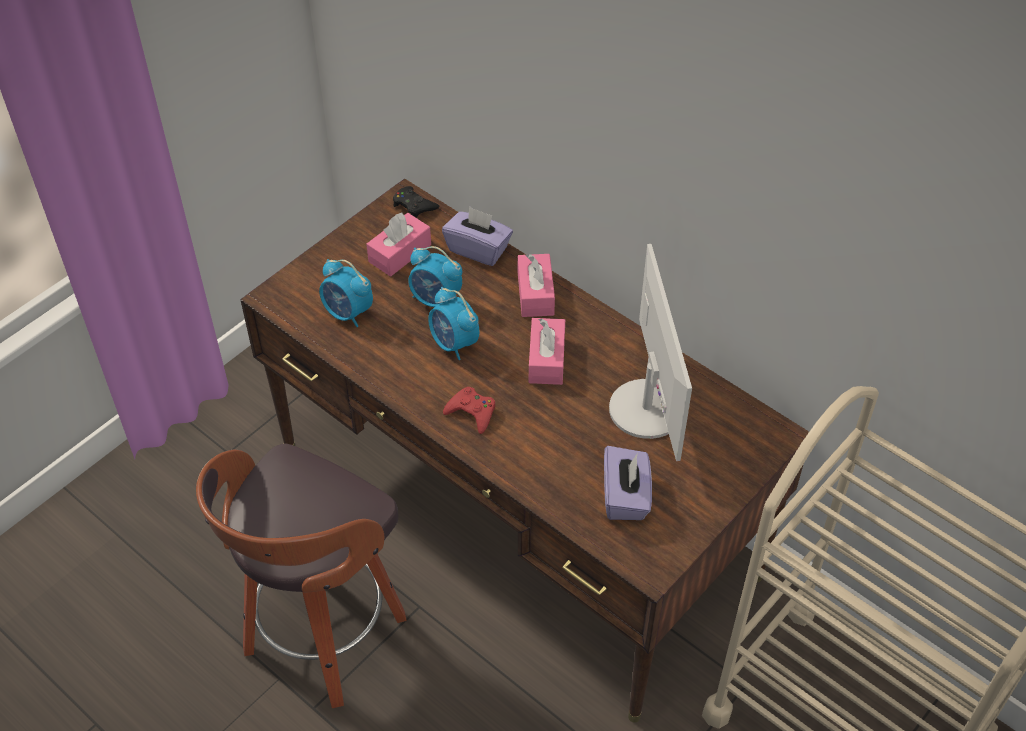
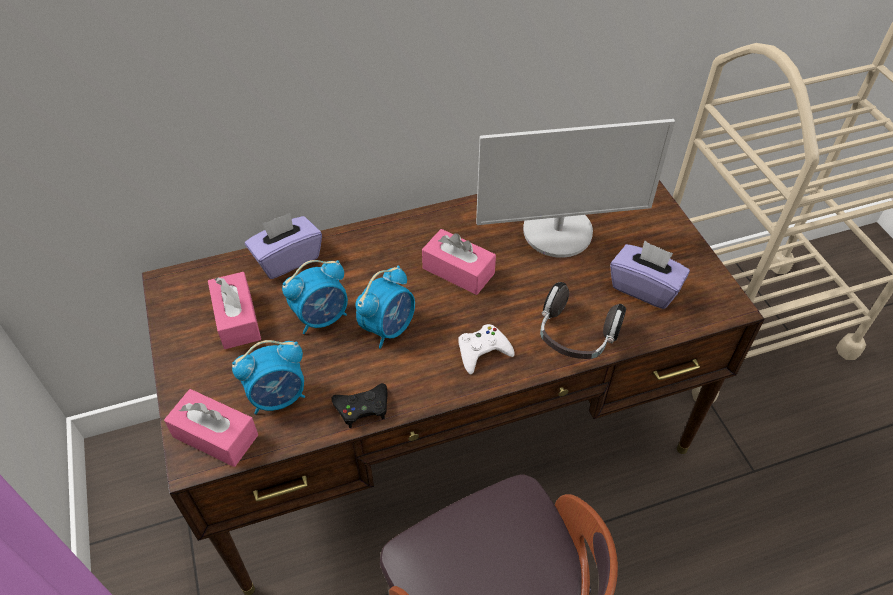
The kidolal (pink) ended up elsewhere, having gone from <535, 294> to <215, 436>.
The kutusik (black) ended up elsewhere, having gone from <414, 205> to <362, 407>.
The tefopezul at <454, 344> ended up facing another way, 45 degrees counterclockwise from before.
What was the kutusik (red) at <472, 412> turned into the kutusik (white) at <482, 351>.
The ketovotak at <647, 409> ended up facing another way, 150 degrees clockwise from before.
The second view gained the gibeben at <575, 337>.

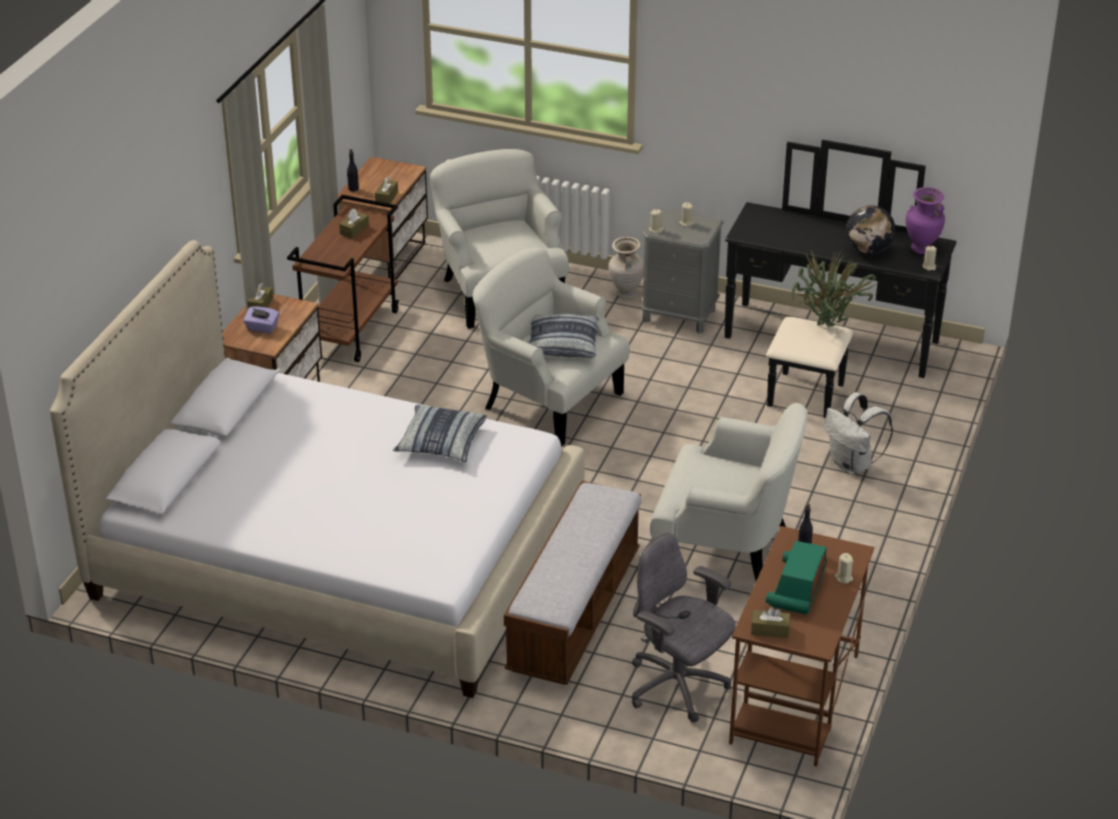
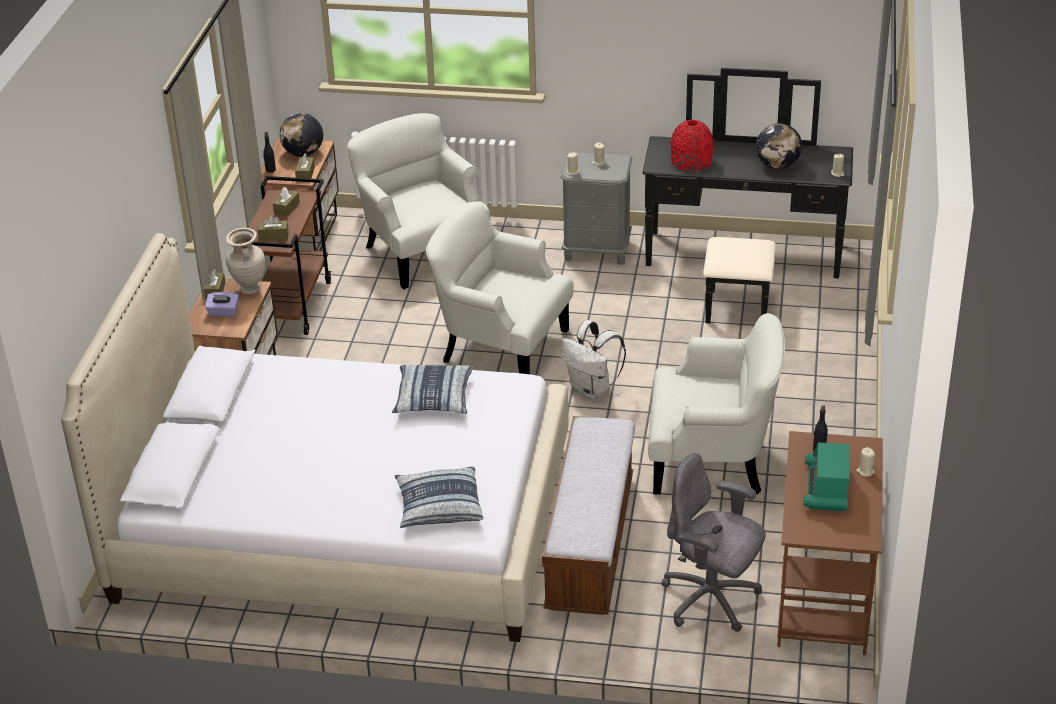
The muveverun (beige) ended up elsewhere, having gone from <625, 294> to <249, 289>.
The kidolal (brown) ended up elsewhere, having gone from <770, 630> to <273, 235>.
The second view gained the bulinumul at <303, 153>.
The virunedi ended up elsewhere, having gone from <561, 344> to <439, 506>.
The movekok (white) ended up elsewhere, having gone from <853, 465> to <592, 389>.
The second view gained the muveverun (red) at <691, 162>.
The second view lost the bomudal at <827, 329>.
The second view lost the muveverun (purple) at <921, 249>.

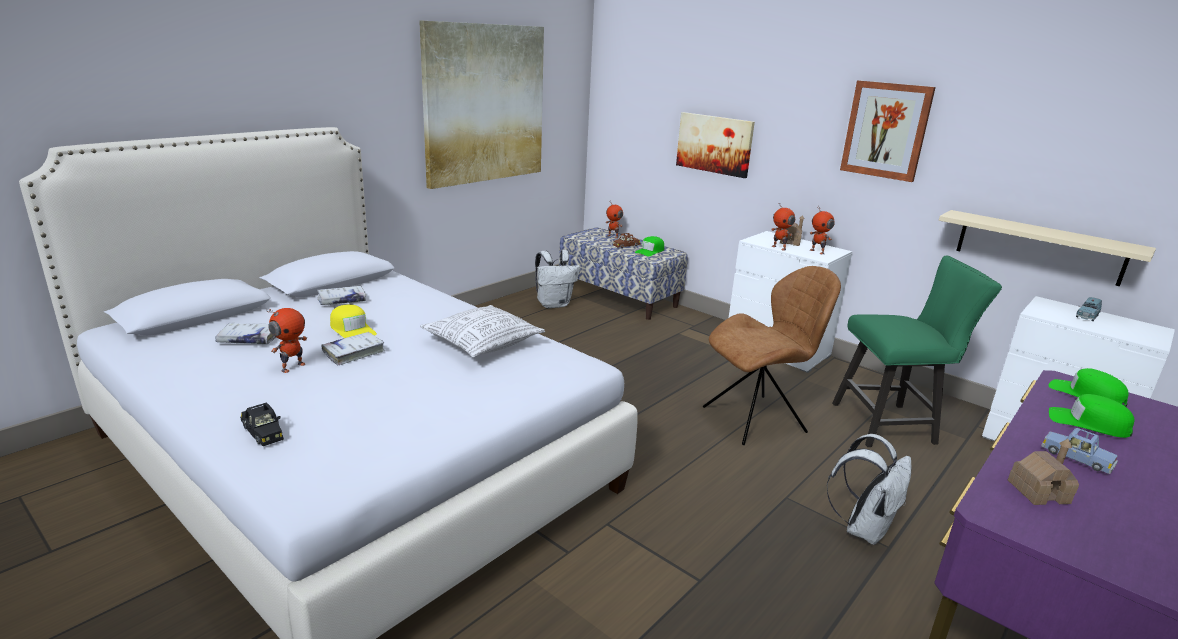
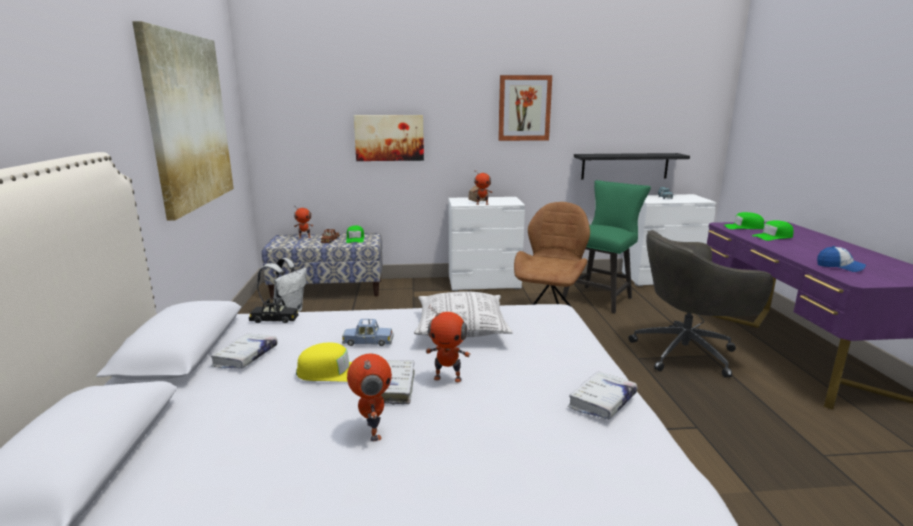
The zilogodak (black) ended up elsewhere, having gone from <263, 432> to <274, 319>.
The zilogodak (blue) ended up elsewhere, having gone from <1076, 458> to <368, 342>.
The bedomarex ended up elsewhere, having gone from <817, 252> to <448, 378>.
The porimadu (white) ended up elsewhere, having gone from <249, 339> to <602, 402>.
What was the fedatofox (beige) at <1039, 247> turned into the fedatofox (black) at <625, 166>.
Where the movekok (white) stood at <864, 528>, the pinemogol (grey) came to stand at <687, 353>.
Where the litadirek stood at <1038, 492>, the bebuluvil came to stand at <839, 267>.

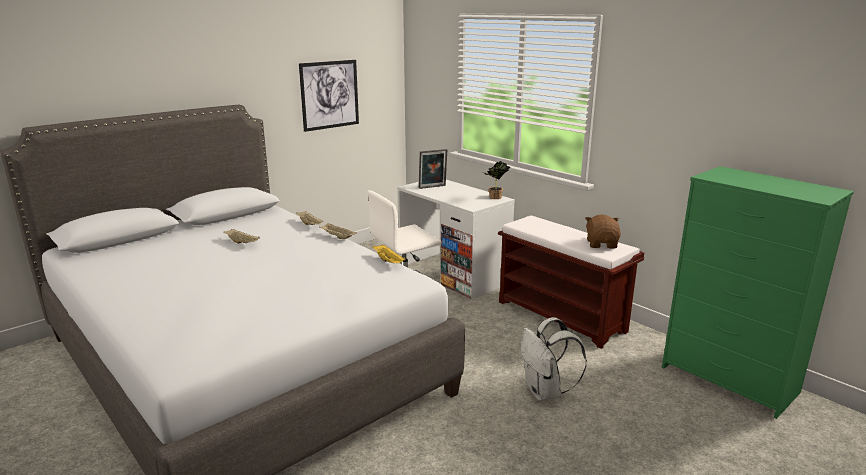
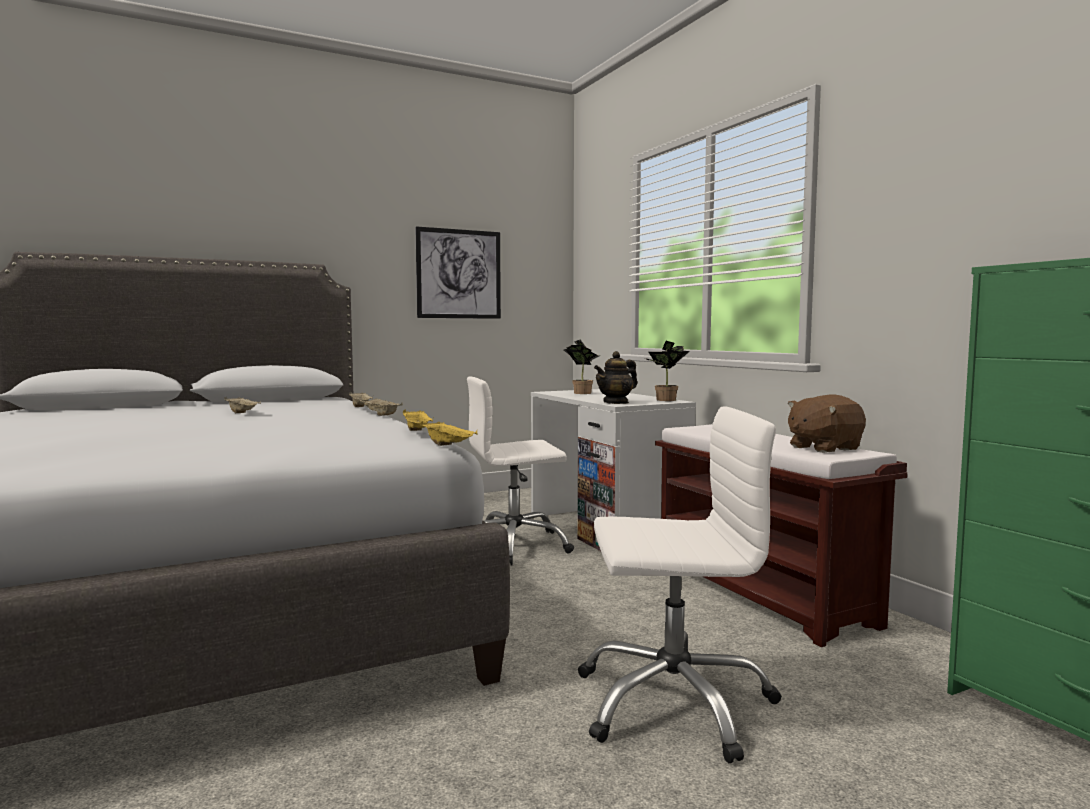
The second view gained the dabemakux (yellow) at <448, 446>.
Where the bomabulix stood at <432, 187>, the bomudal came to stand at <581, 393>.
Where the movekok (white) stood at <545, 392>, the pinemogol (white) came to stand at <673, 702>.
The second view gained the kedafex at <616, 402>.
The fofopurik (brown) at <602, 244> ended up facing another way, 135 degrees counterclockwise from before.

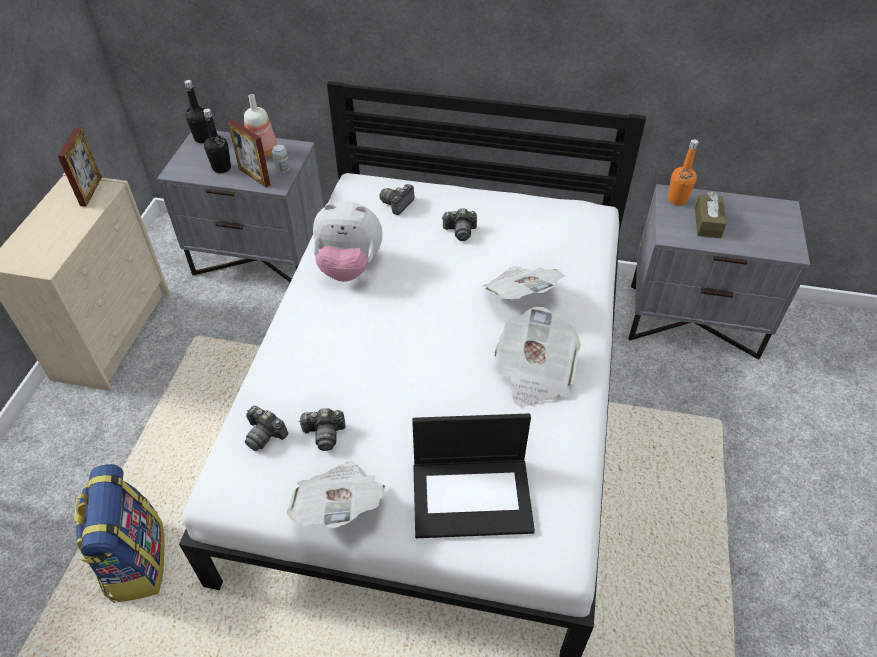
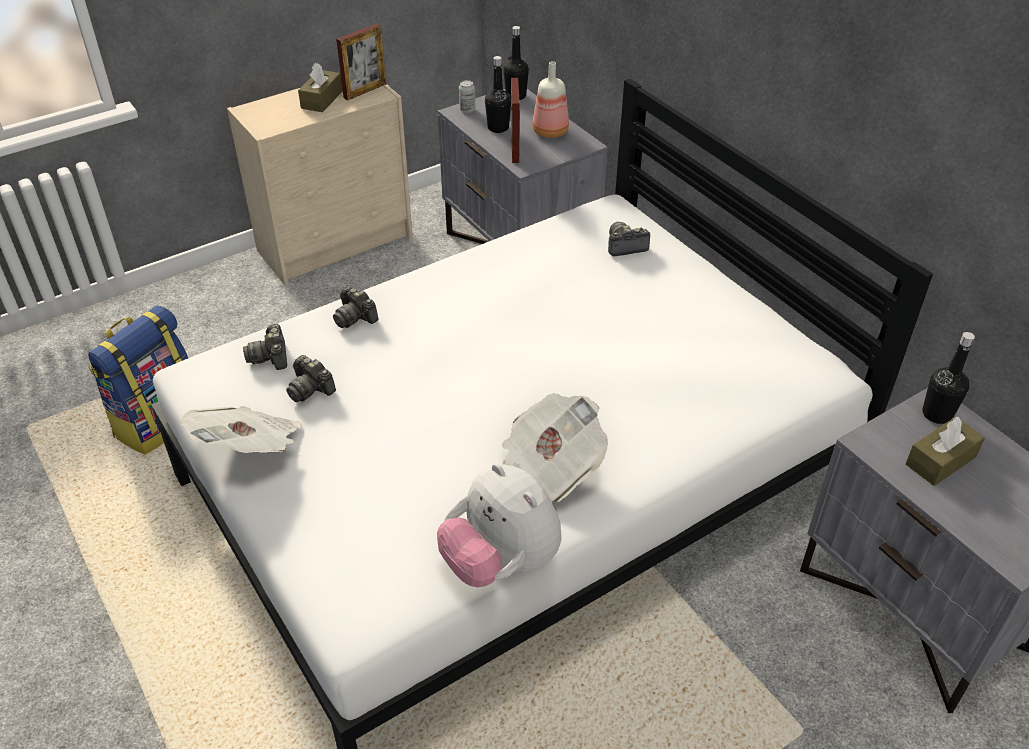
The second view gained the kidolal (brown) at <322, 100>.
The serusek ended up elsewhere, having gone from <460, 231> to <355, 317>.
The fofopurik ended up elsewhere, having gone from <349, 267> to <500, 562>.
The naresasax ended up elsewhere, having gone from <282, 169> to <467, 110>.
What was the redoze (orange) at <677, 199> turned into the redoze (black) at <937, 414>.
The second view lost the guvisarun at <473, 496>.
The second view lost the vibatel at <520, 295>.

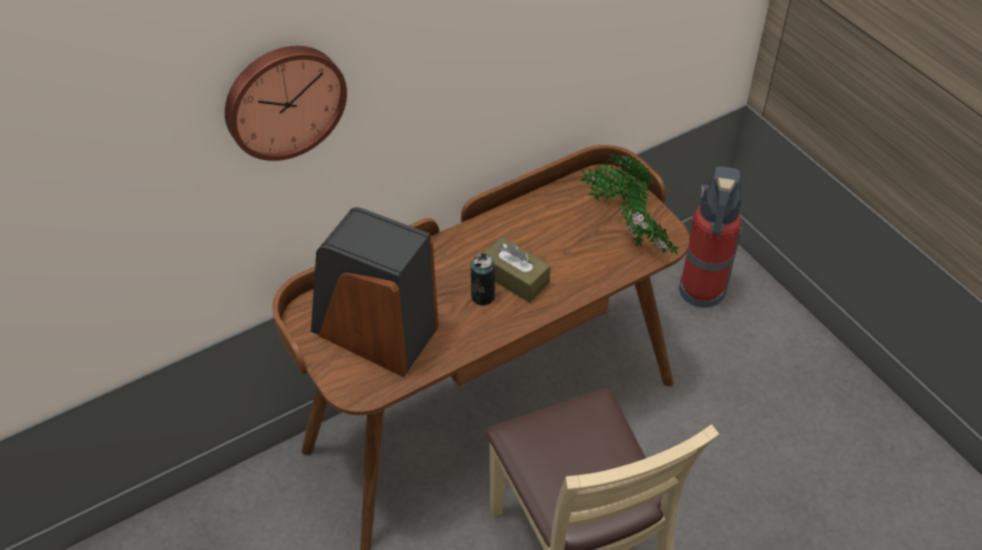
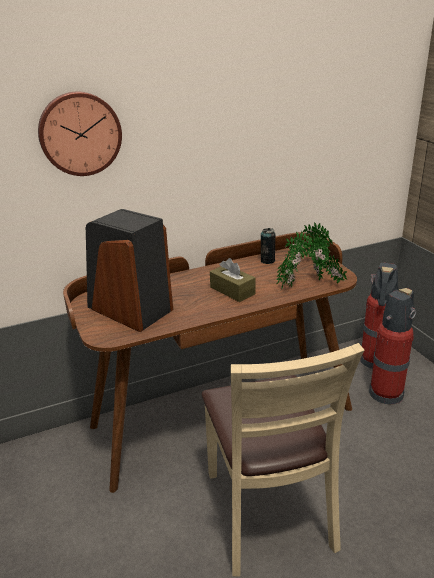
The naresasax ended up elsewhere, having gone from <483, 296> to <267, 261>.
The second view gained the bomudal at <289, 285>.
The second view gained the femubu at <387, 392>.

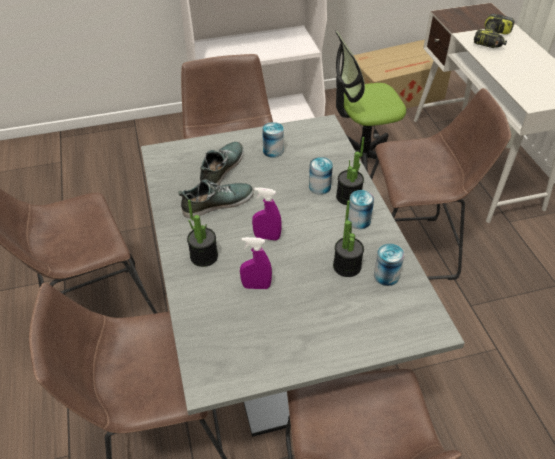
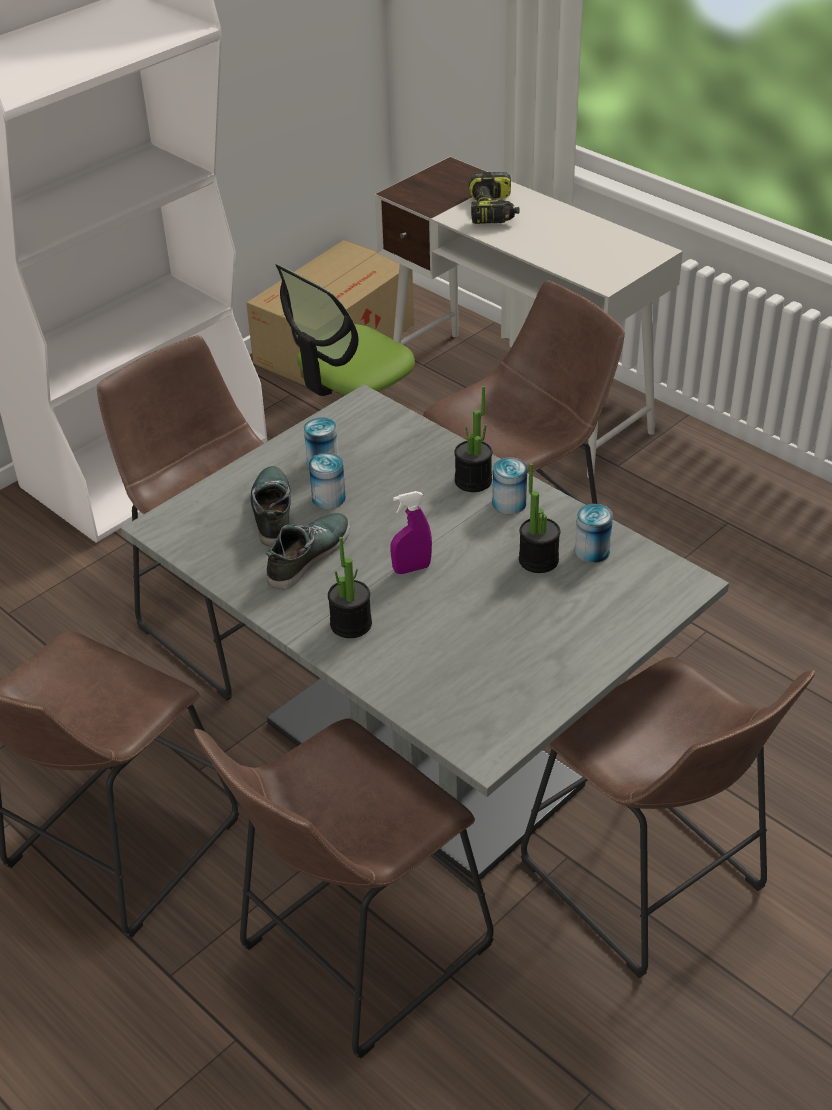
The naresasax ended up elsewhere, having gone from <319, 187> to <328, 498>.
The second view lost the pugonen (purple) at <256, 286>.

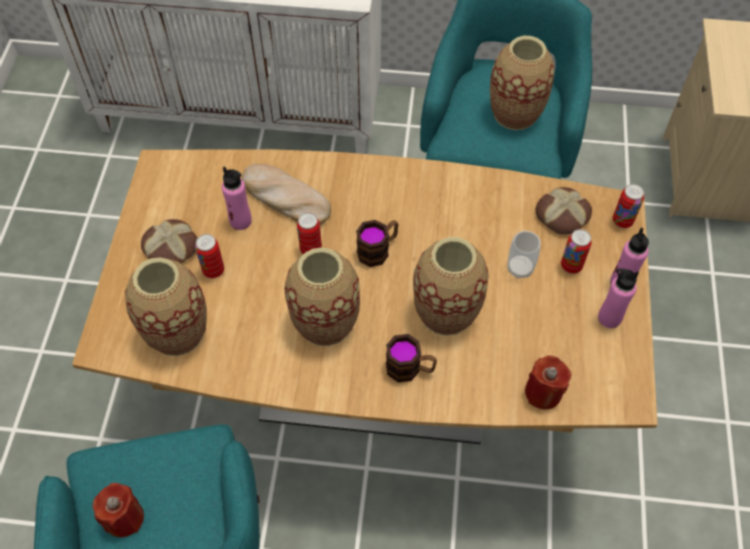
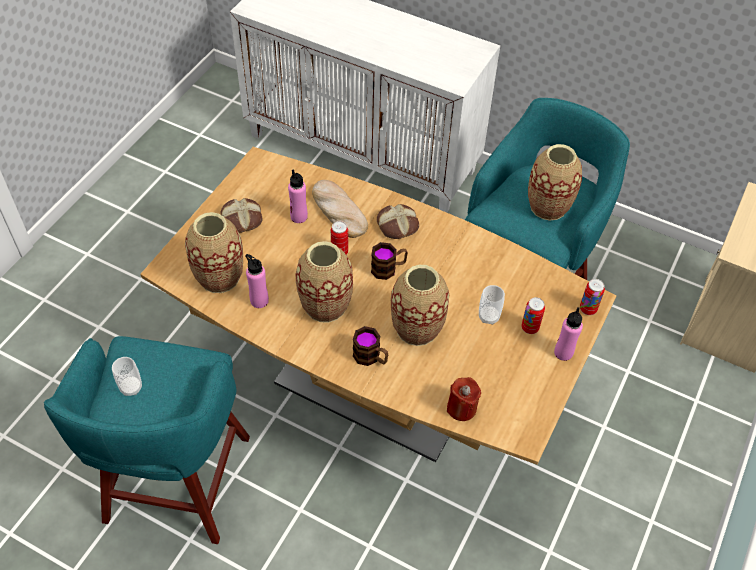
Where the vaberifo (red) stood at <124, 518>, the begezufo came to stand at <131, 387>.
The redoze (pink) ended up elsewhere, having gone from <609, 318> to <259, 300>.
The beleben ended up elsewhere, having gone from <563, 216> to <397, 226>.
The second view lost the naresasax at <213, 270>.

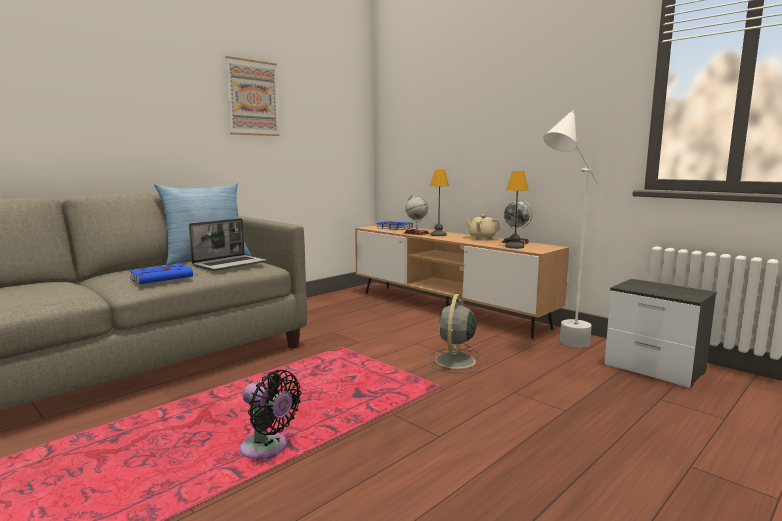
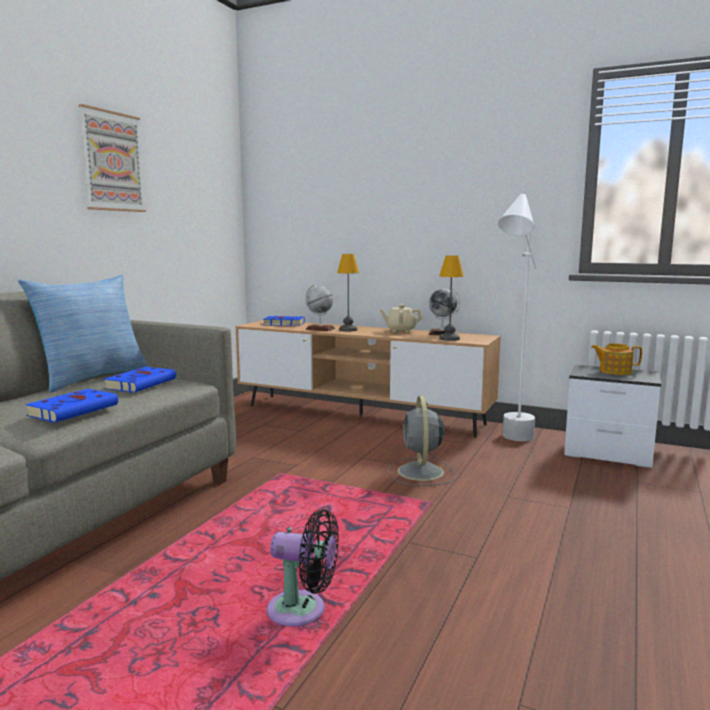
Where the guvisarun stood at <230, 264>, the porimadu (blue) came to stand at <142, 383>.
The second view gained the kedafex at <614, 371>.

